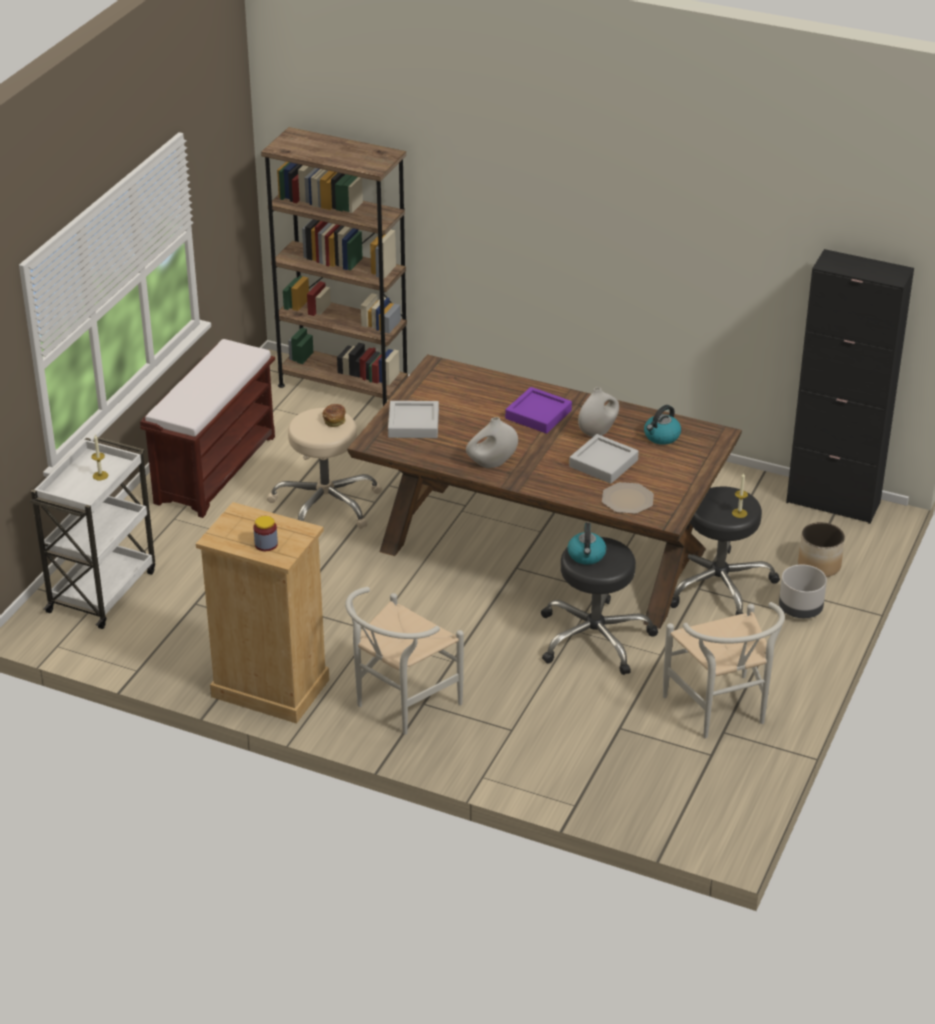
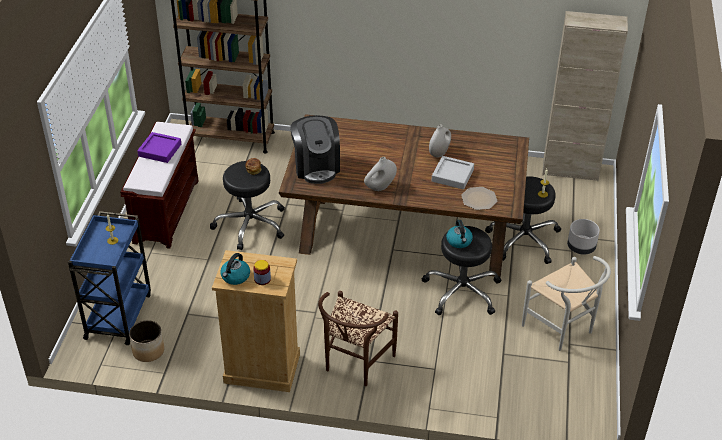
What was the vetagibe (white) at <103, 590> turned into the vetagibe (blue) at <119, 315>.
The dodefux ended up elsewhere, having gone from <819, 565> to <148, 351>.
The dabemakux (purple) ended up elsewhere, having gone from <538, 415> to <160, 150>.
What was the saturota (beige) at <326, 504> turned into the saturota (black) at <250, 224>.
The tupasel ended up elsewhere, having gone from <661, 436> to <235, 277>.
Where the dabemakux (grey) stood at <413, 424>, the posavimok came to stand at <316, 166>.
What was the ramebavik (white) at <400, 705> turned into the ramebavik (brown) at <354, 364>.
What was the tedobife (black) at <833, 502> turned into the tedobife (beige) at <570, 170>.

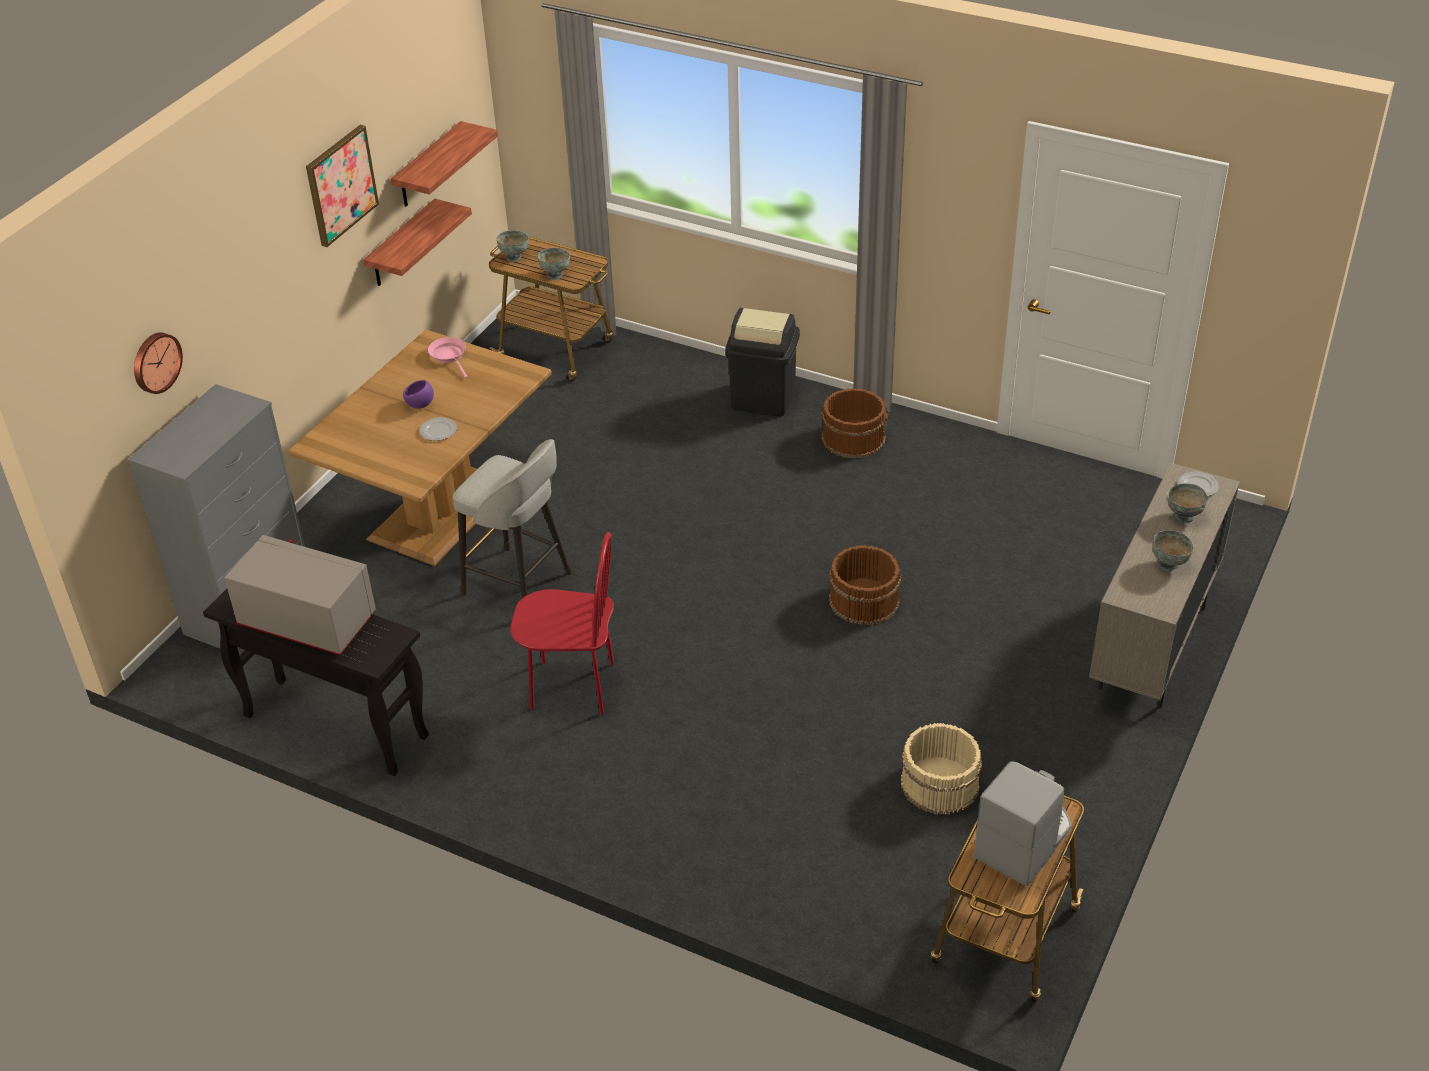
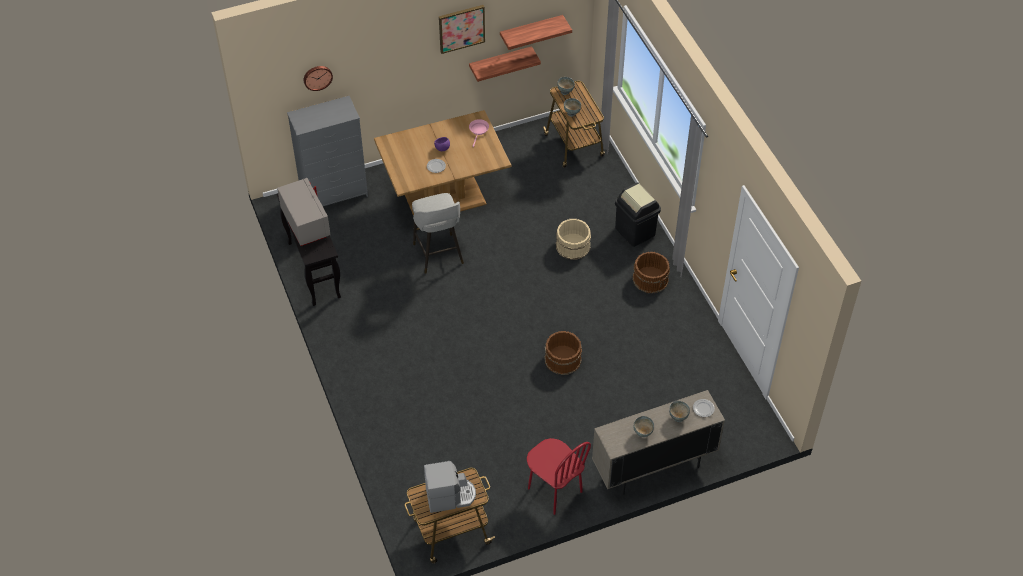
The ramebavik (red) ended up elsewhere, having gone from <572, 687> to <554, 490>.
The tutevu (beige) ended up elsewhere, having gone from <939, 784> to <572, 246>.

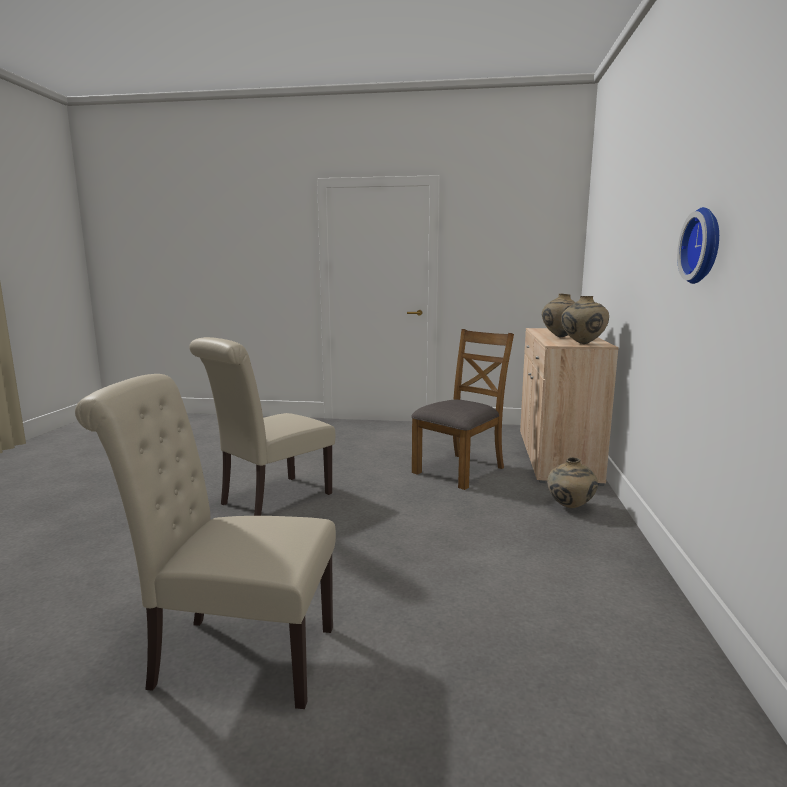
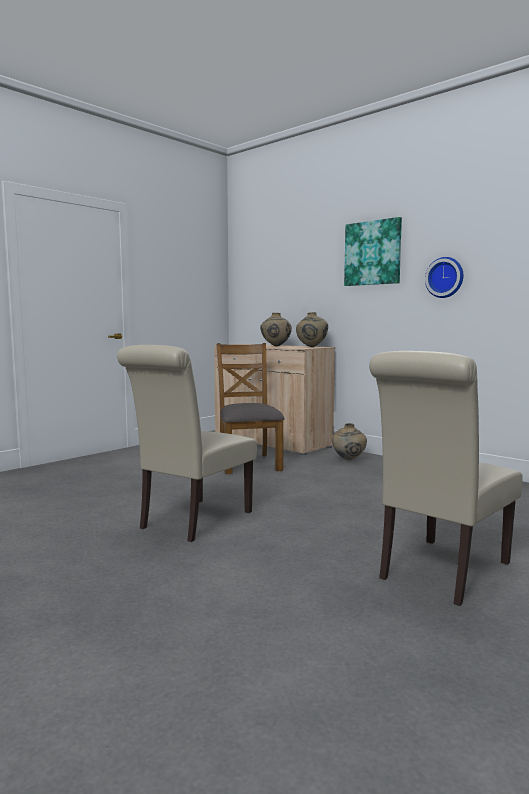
The ramebavik (beige) at <270, 500> ended up facing another way, 45 degrees clockwise from before.
The second view gained the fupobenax at <373, 253>.

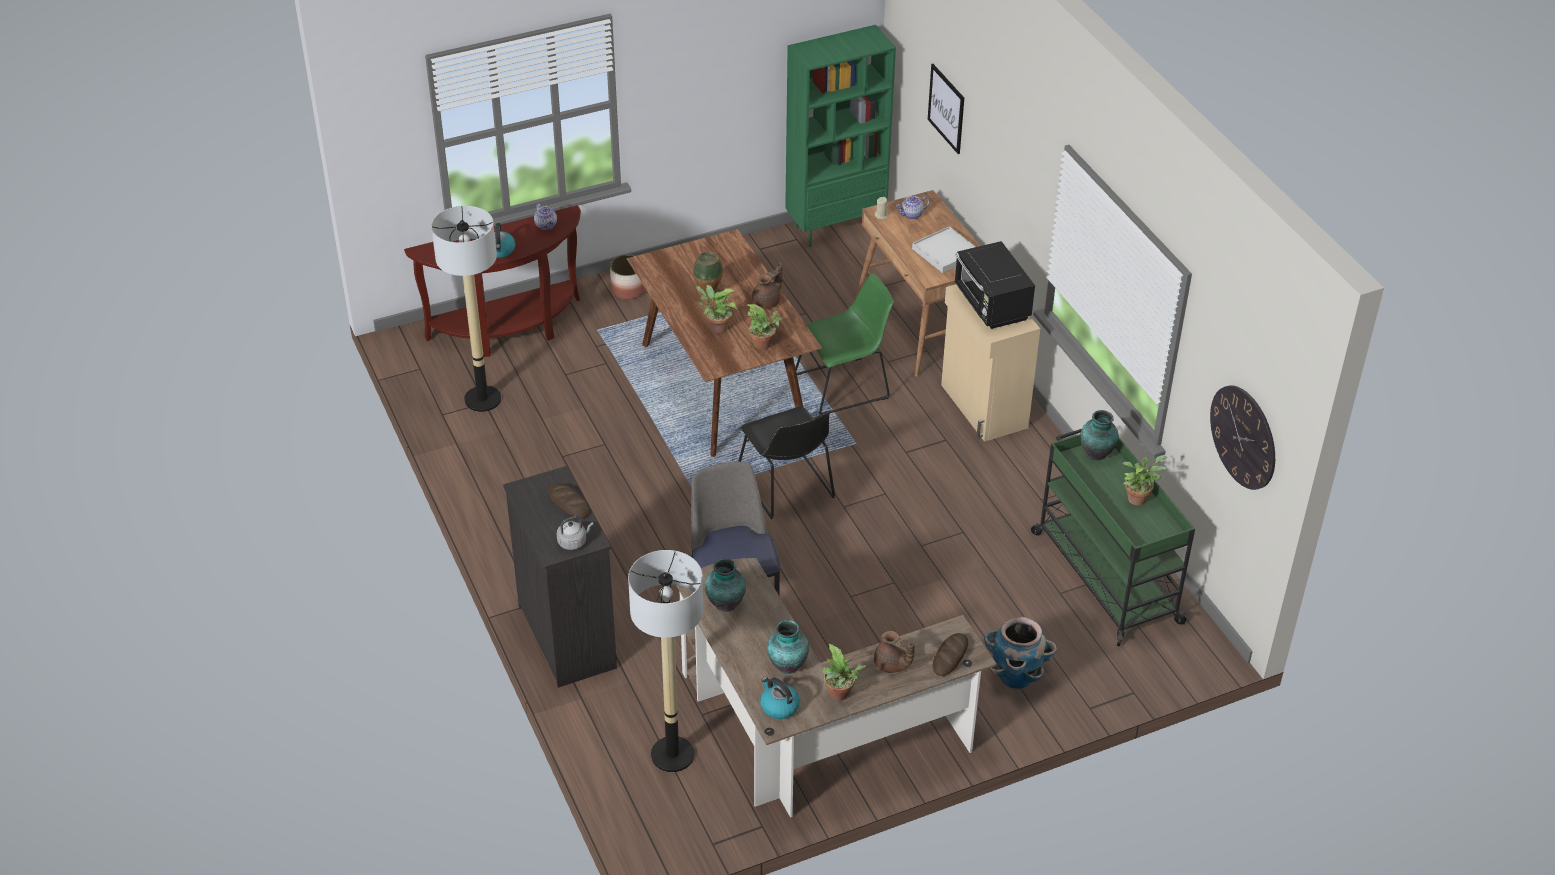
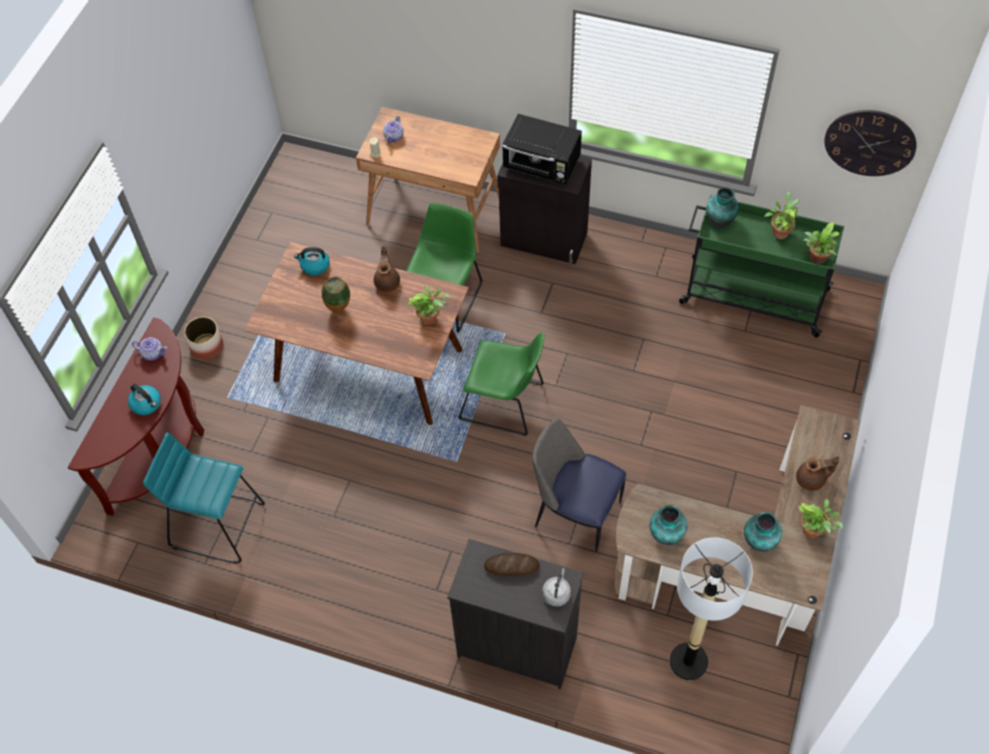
Where the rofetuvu stood at <483, 399>, the saturota (turquoise) came to stand at <218, 524>.
The tupasel ended up elsewhere, having gone from <778, 706> to <315, 266>.
What was the ramebavik (black) at <787, 487> turned into the ramebavik (green) at <505, 403>.
What was the tedobife (beige) at <983, 407> turned into the tedobife (black) at <544, 240>.
The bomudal ended up elsewhere, having gone from <716, 327> to <816, 259>.
The second view lost the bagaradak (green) at <835, 227>.
The second view lost the dabemakux (white) at <945, 252>.
The second view lost the fupobenax at <946, 108>.
The second view lost the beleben at <950, 656>.
The second view lost the dodefux at <1015, 677>.

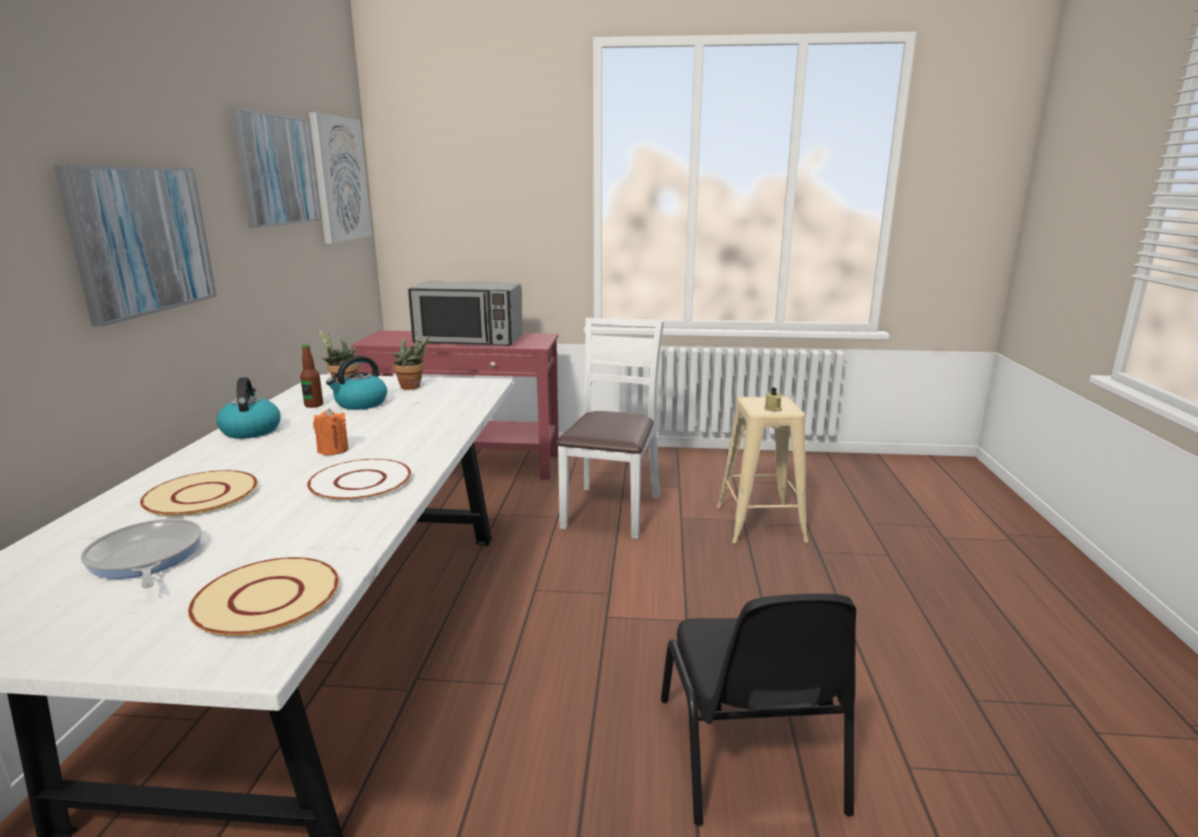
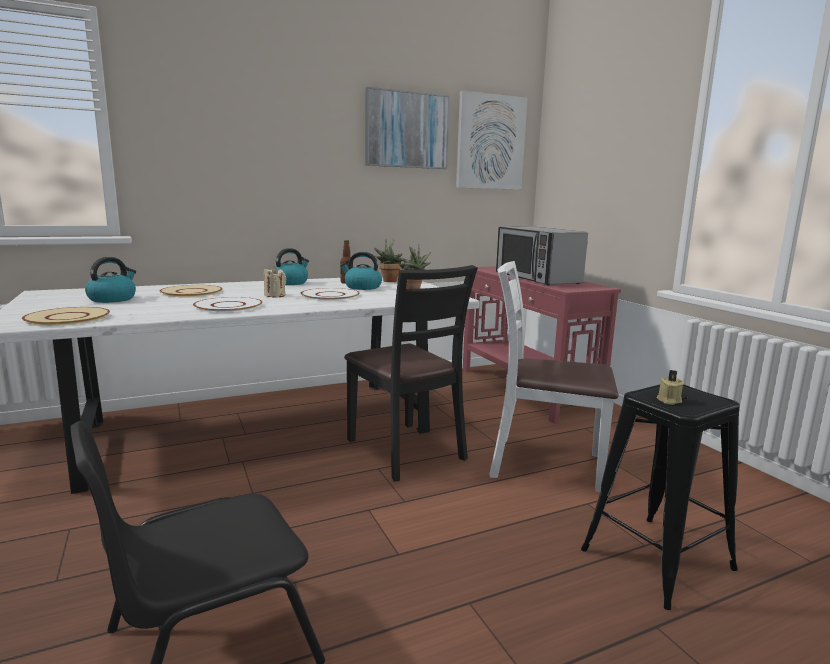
Where the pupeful stood at <145, 558>, the tupasel came to stand at <112, 299>.
What was the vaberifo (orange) at <333, 450> turned into the vaberifo (beige) at <275, 295>.
The second view gained the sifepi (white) at <330, 295>.
The second view gained the ramebavik (black) at <405, 450>.
The ramebavik (white) at <611, 510> ended up facing another way, 150 degrees counterclockwise from before.
What was the saturota (beige) at <760, 523> turned into the saturota (black) at <657, 559>.
The second view lost the fupobenax at <141, 240>.

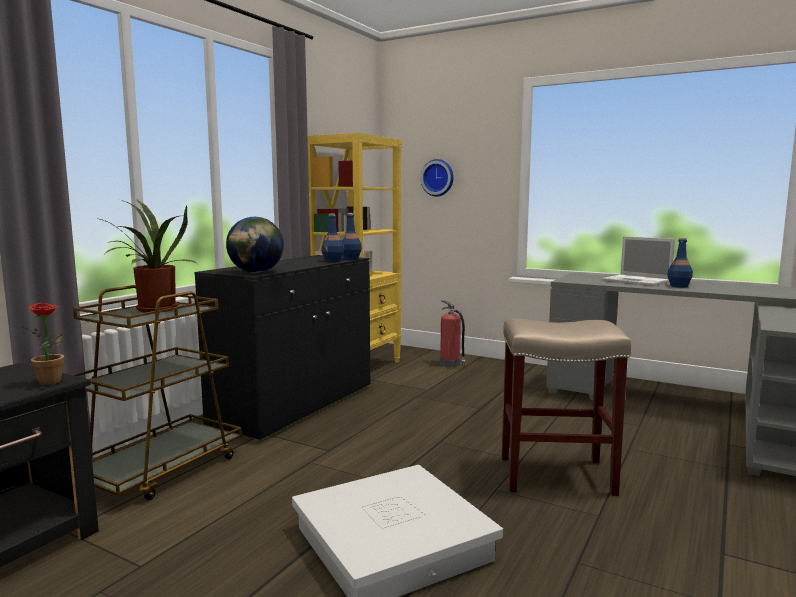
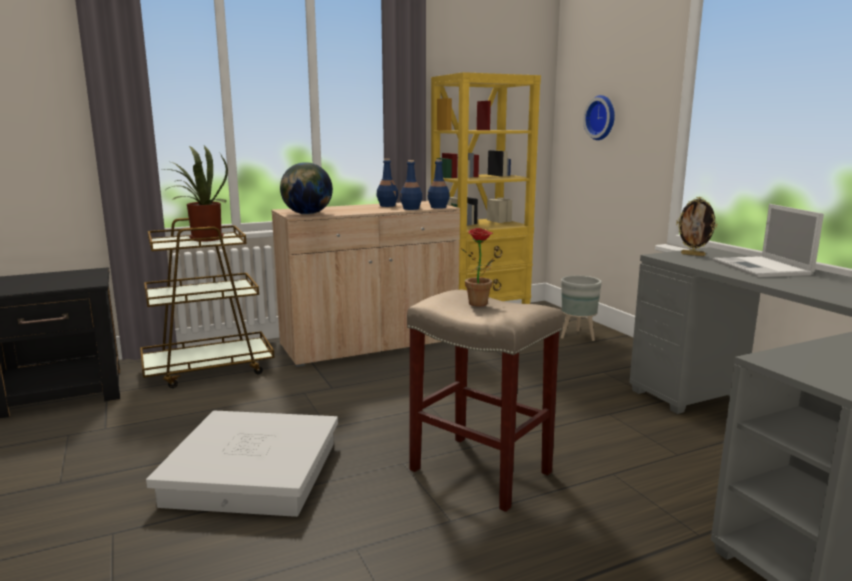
What was the tedobife (black) at <295, 405> turned into the tedobife (beige) at <370, 344>.
The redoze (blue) ended up elsewhere, having gone from <678, 286> to <387, 205>.
The bomudal ended up elsewhere, having gone from <54, 382> to <481, 304>.
Where the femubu stood at <450, 364>, the dodefux (grey) came to stand at <577, 336>.
The second view gained the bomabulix at <693, 255>.

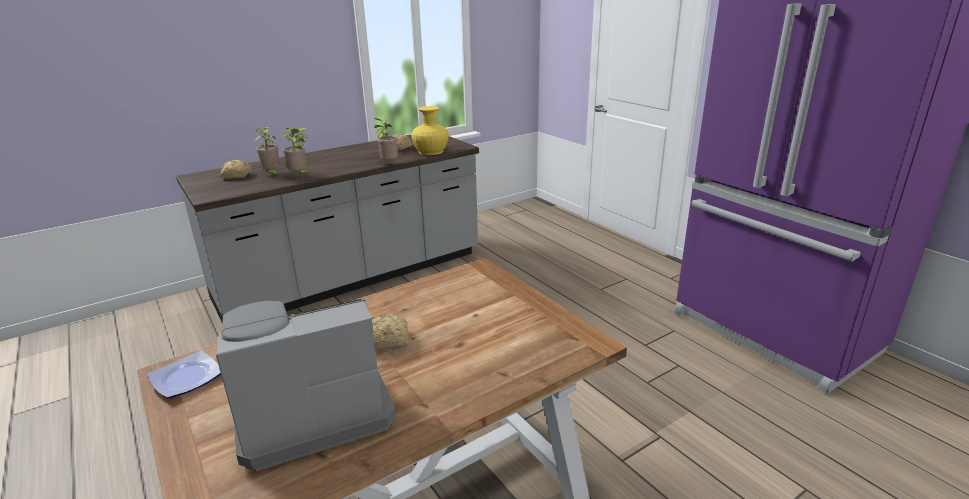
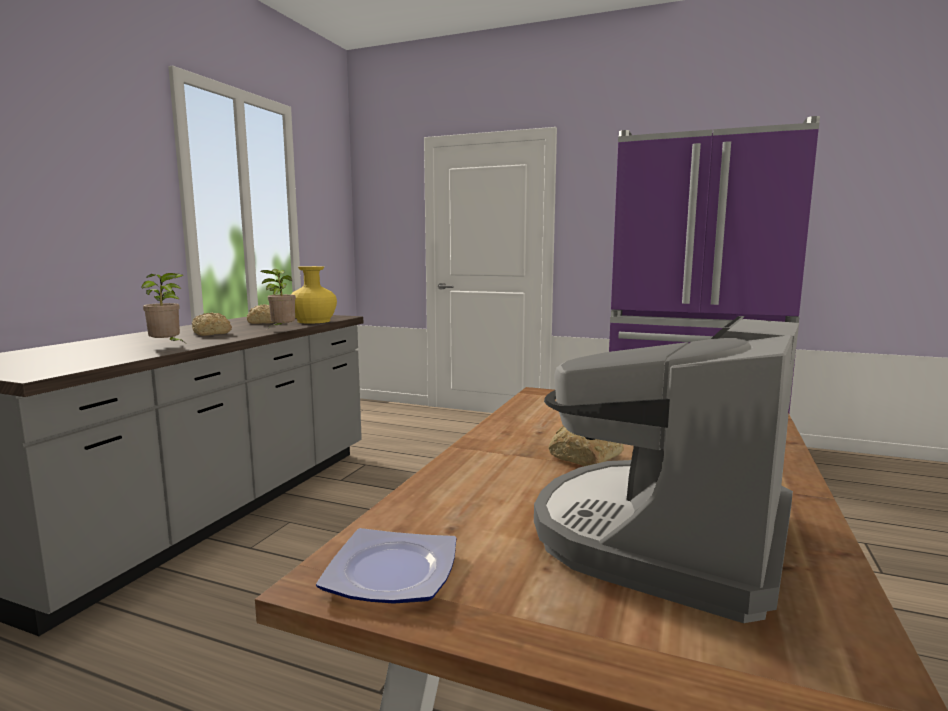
The beleben ended up elsewhere, having gone from <236, 176> to <211, 333>.
The second view lost the bomudal at <272, 174>.

